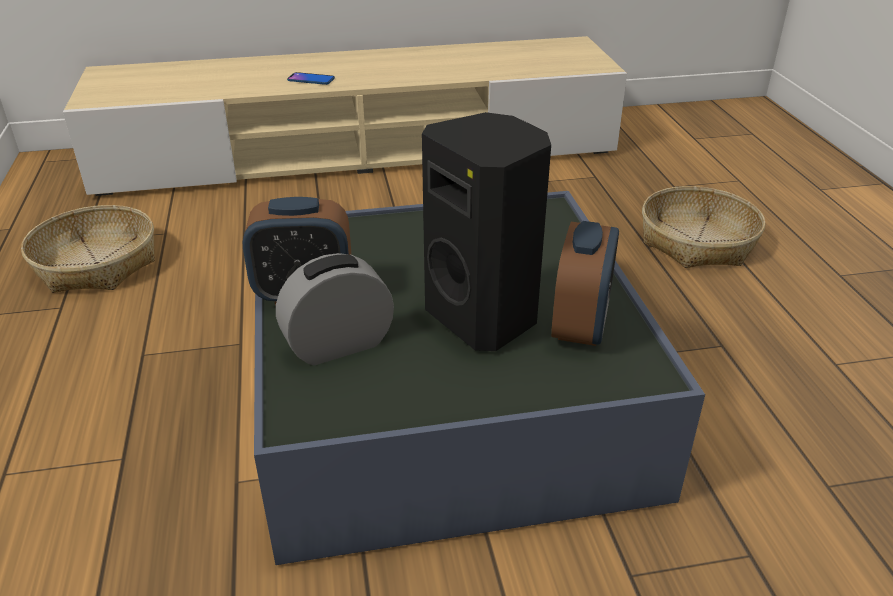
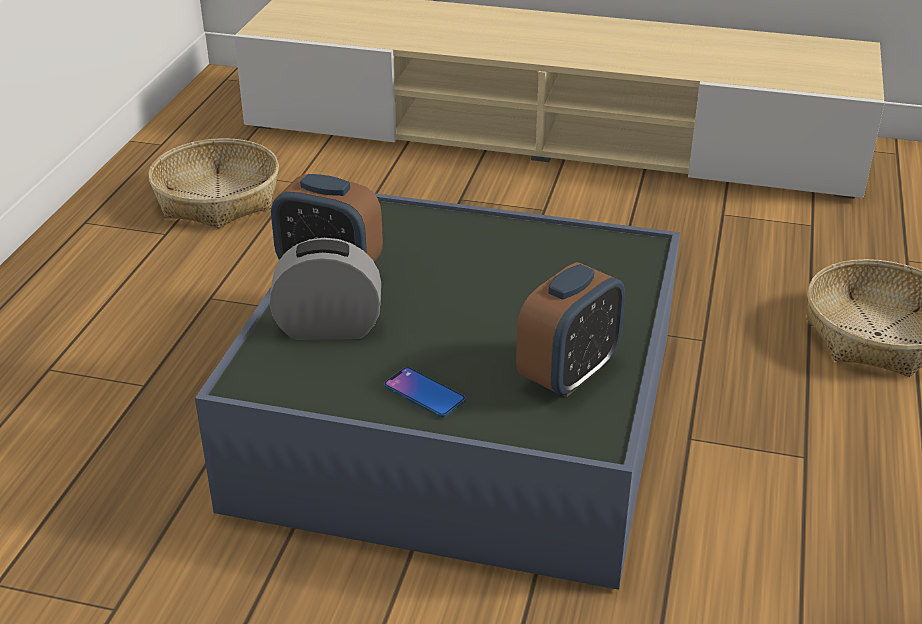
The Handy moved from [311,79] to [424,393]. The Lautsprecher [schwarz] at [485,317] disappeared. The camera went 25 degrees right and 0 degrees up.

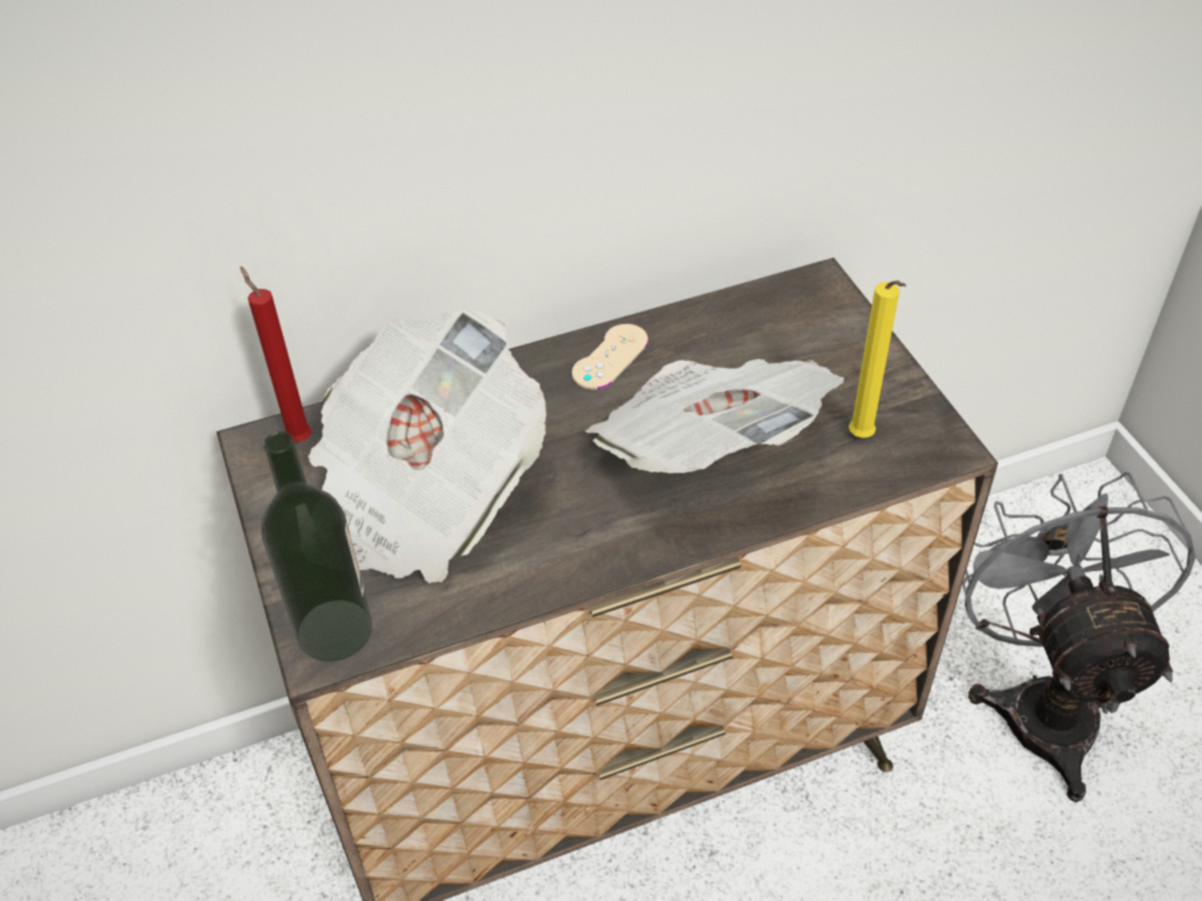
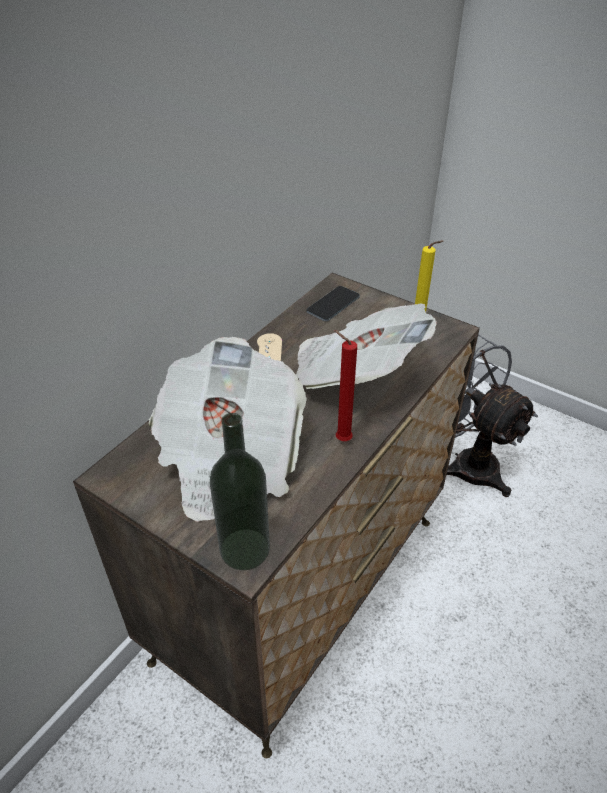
The Kerze [rot] moved from [298,438] to [340,439]. The Handy at [333,304] appeared. The camera went 35 degrees left and 5 degrees down.

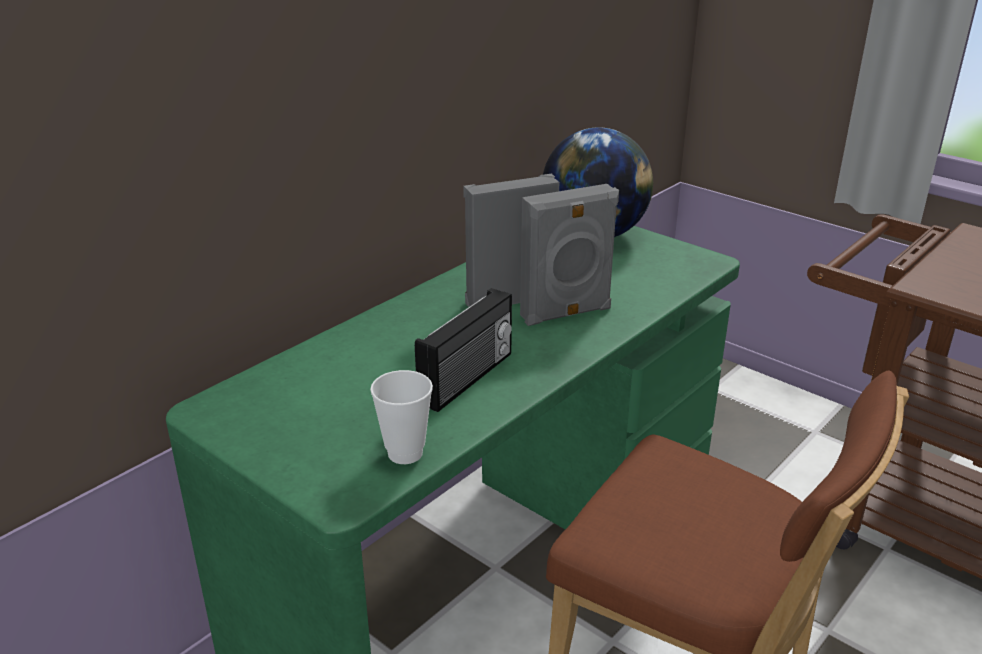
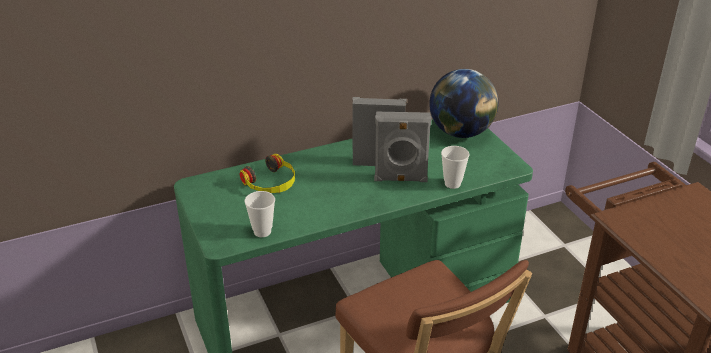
The Radio at [468,378] disappeared. The Tasse at [452,184] appeared. The Kopfhörer at [271,183] appeared. The camera went 25 degrees right and 5 degrees up.

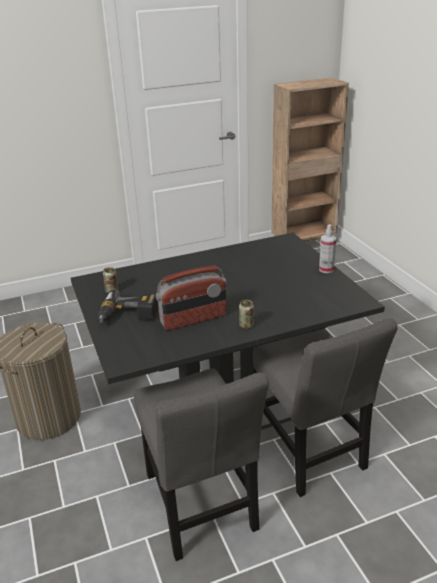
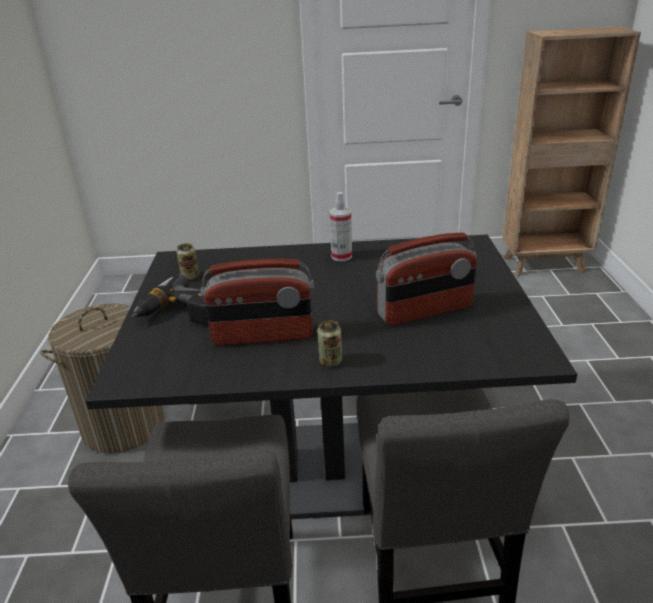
The Sprühflasche moved from [326,269] to [341,256]. The Radio at [425,311] appeared. The camera went 20 degrees right and 0 degrees up.

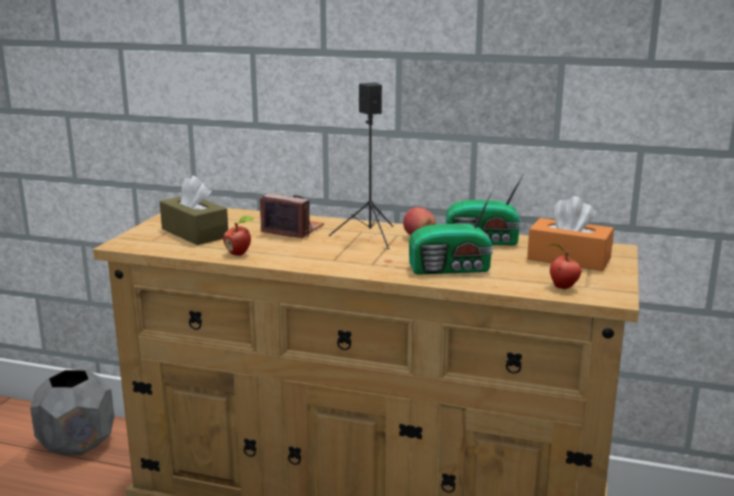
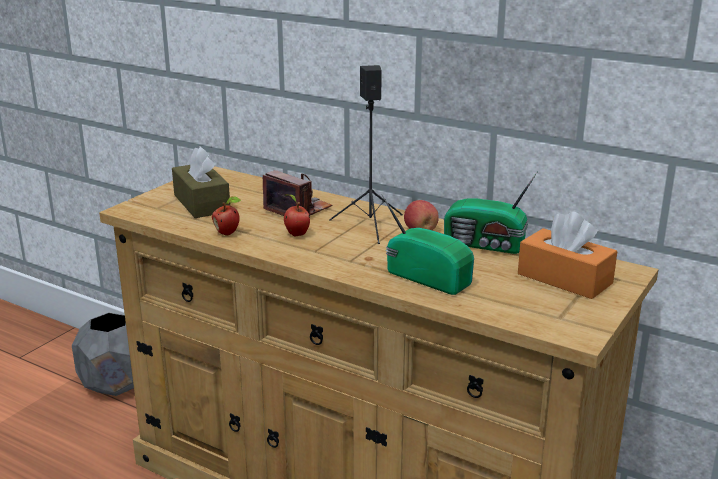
The Radio at [452,269] turned 150 degrees counterclockwise. The Apfel moved from [561,287] to [296,234]. The camera went 15 degrees right and 5 degrees up.

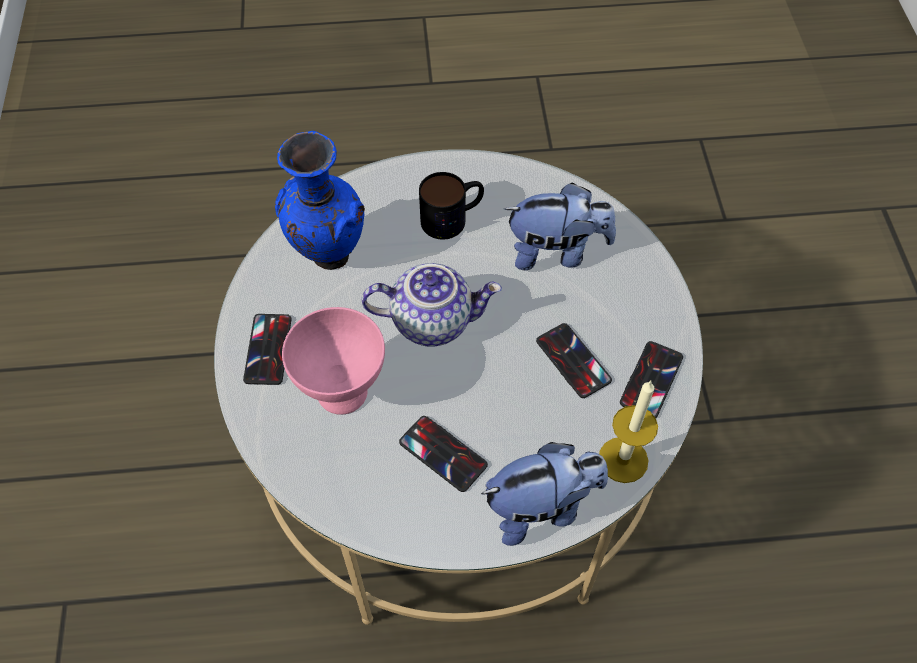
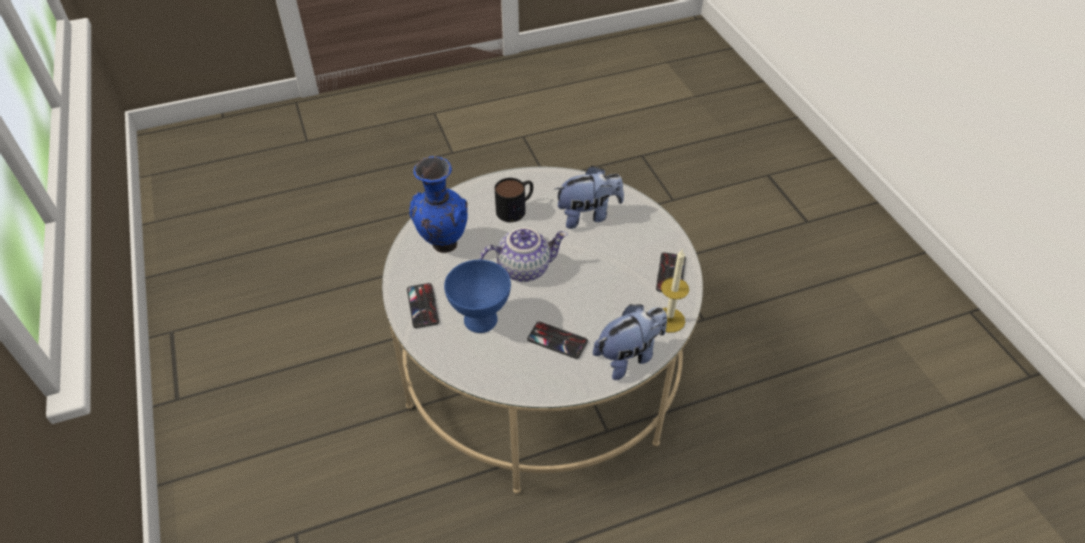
The Schüssel [rosa] at [341,394] became the Schüssel [blau] at [480,321]. The Handy at [573,361] disappeared. The camera went 15 degrees left and 10 degrees down.

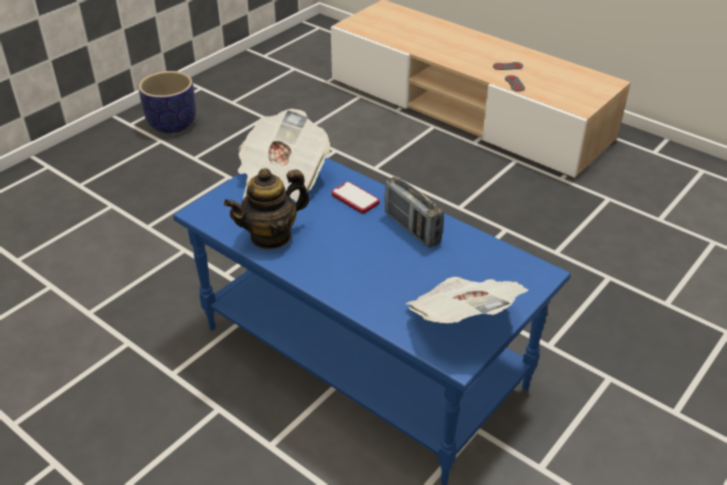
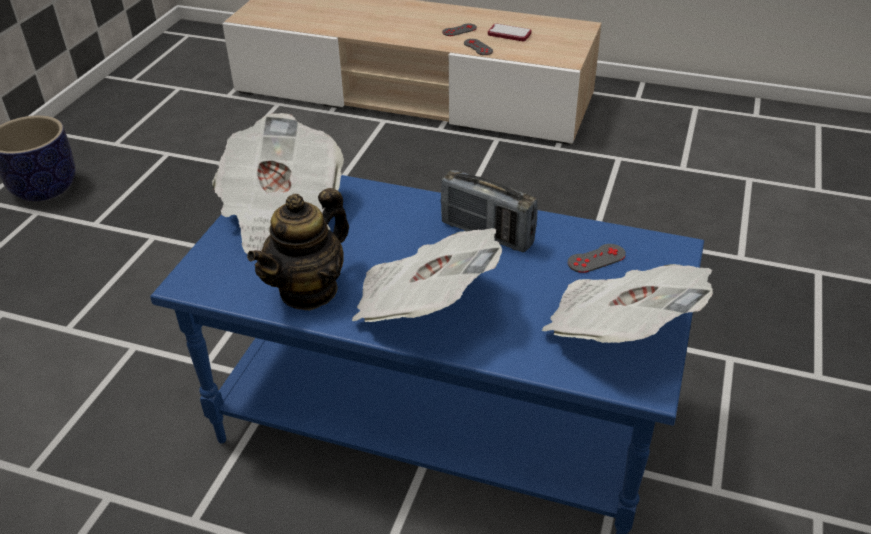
The Handy moved from [355,199] to [509,34]. The Zeitung at [423,305] appeared. The Gamepad [grau] at [596,258] appeared. The camera went 20 degrees left and 0 degrees up.

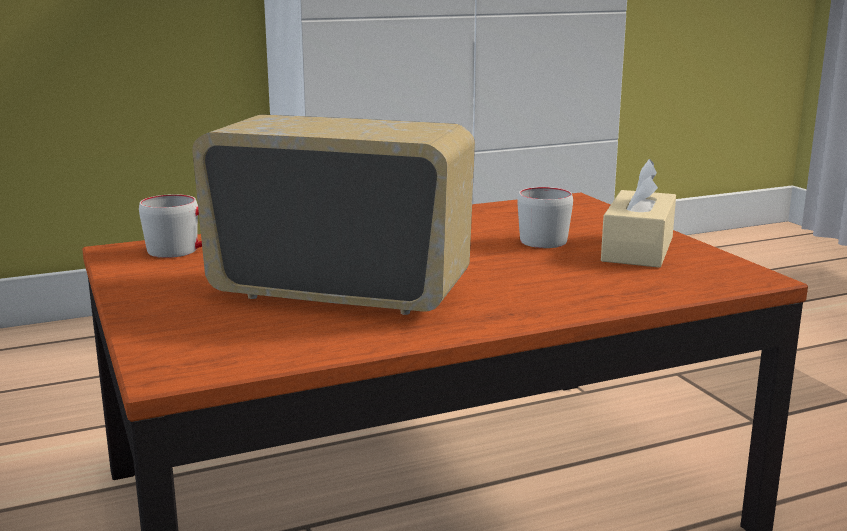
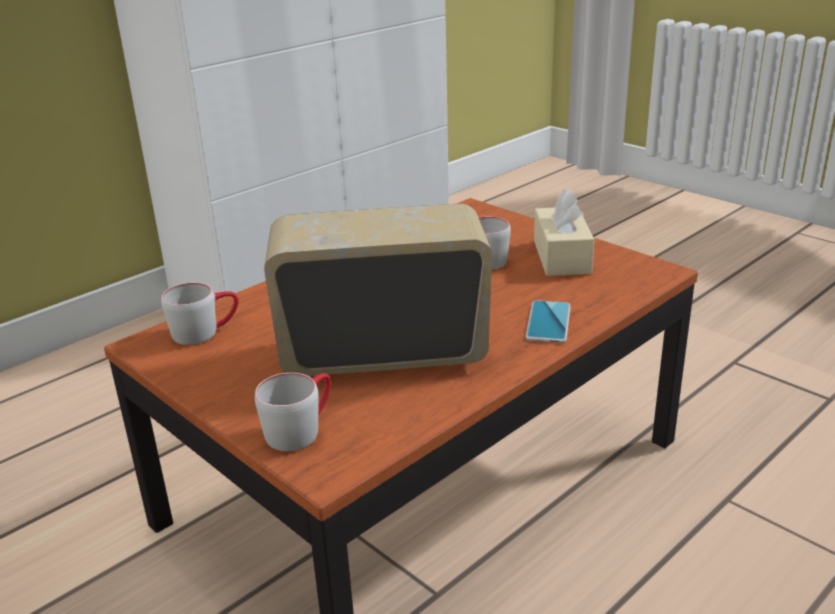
The Handy at [548,322] appeared. The Henkelbecher [grau] at [301,428] appeared. The camera went 20 degrees left and 10 degrees up.

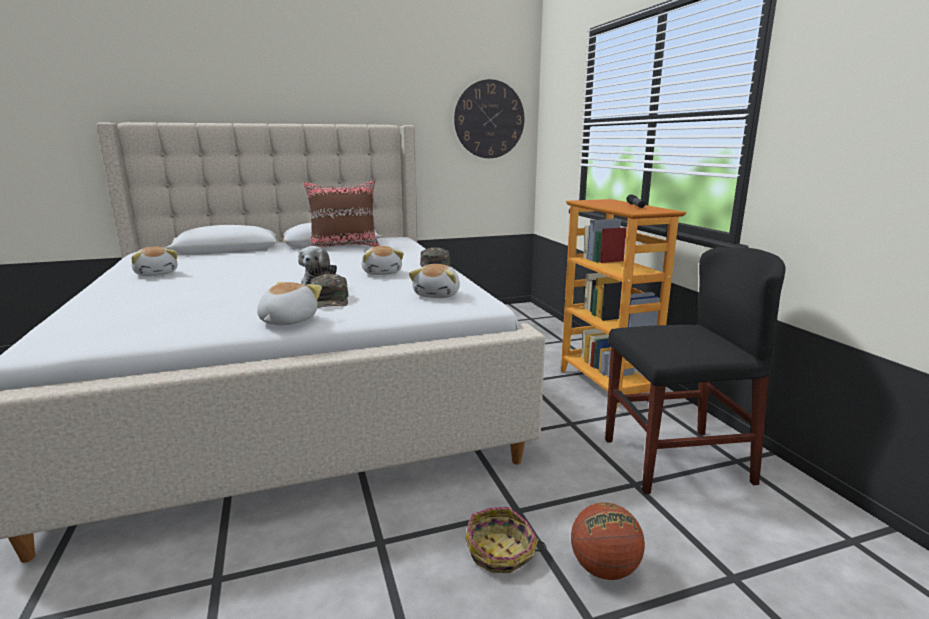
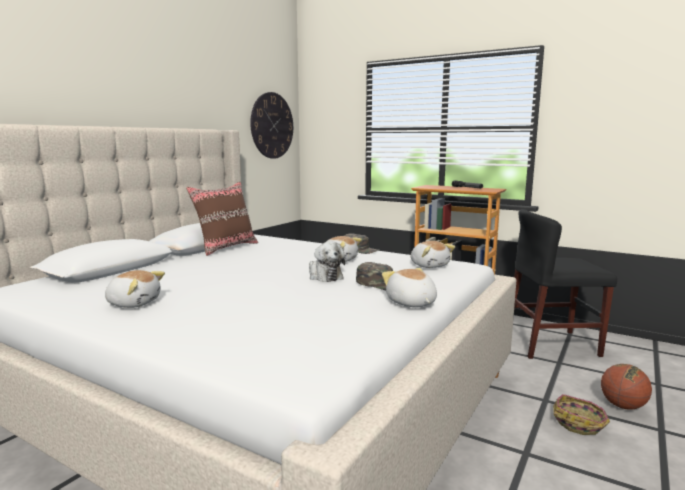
The Stuhl [schwarz] at [676,460] turned 135 degrees counterclockwise. The camera went 40 degrees left and 5 degrees down.

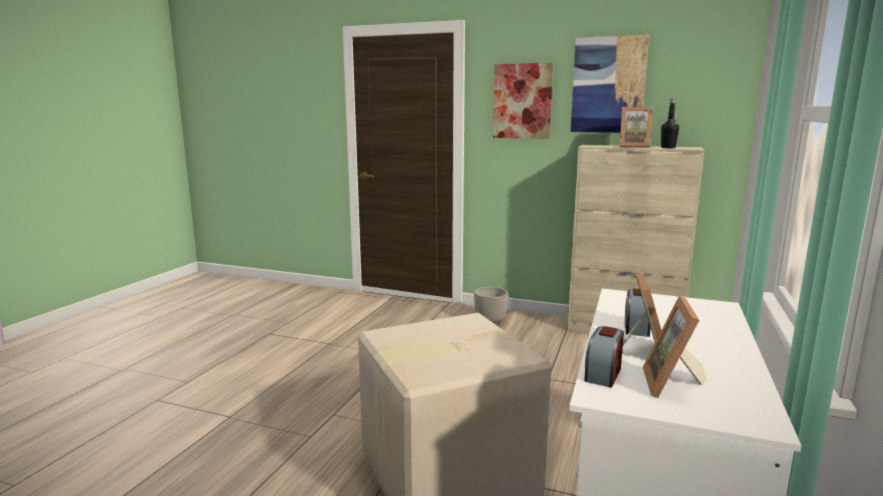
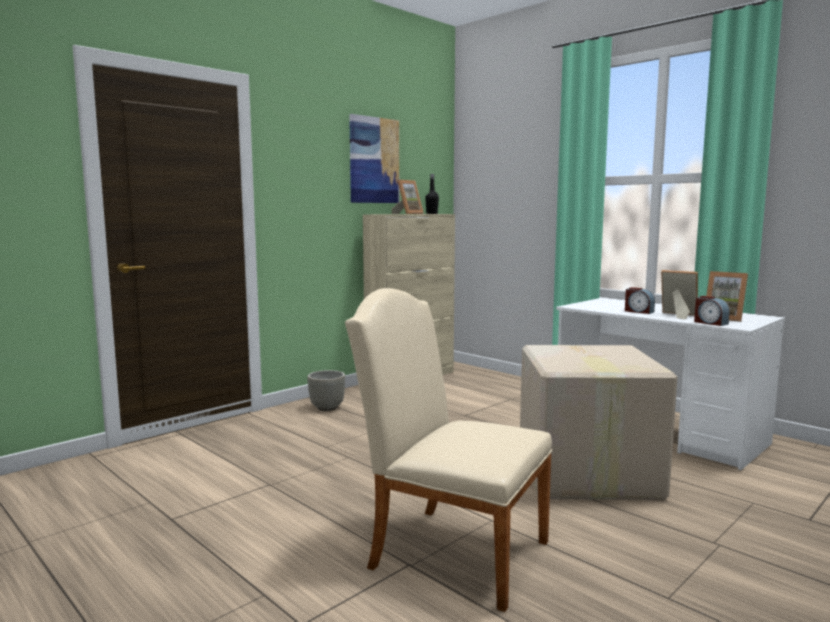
The Bild at [522,101] disappeared. The Stuhl [beige] at [449,550] appeared. The camera went 65 degrees left and 5 degrees down.

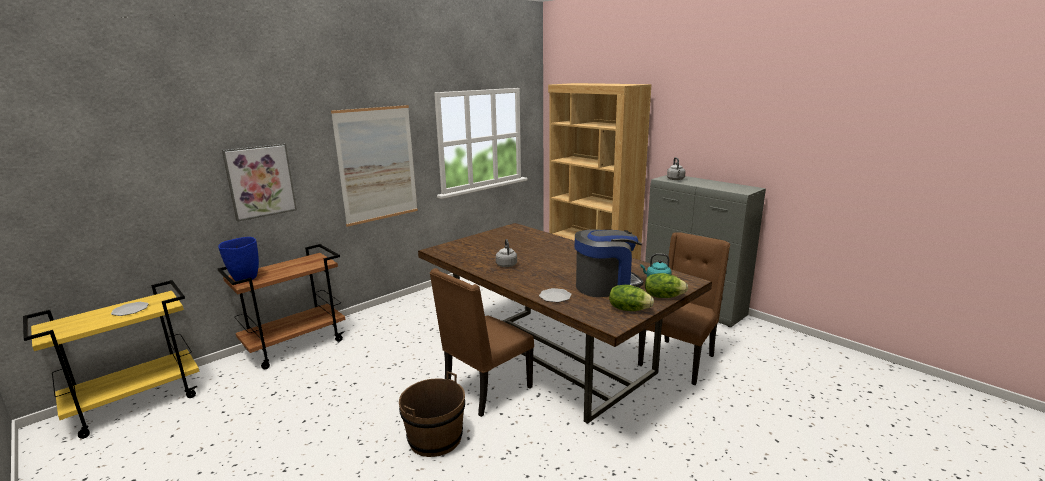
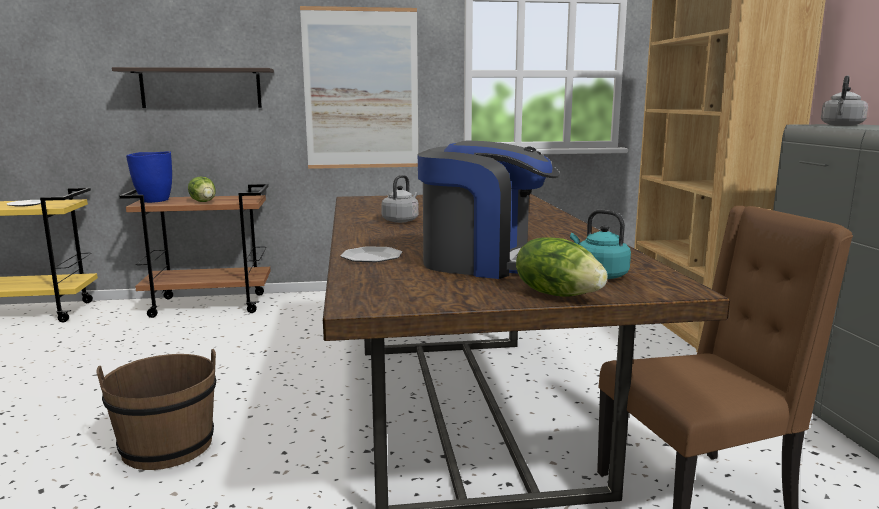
The Bild at [260,181] was replaced by the Wandregal at [201,88]. The Stuhl [braun] at [485,390] disappeared. The Salatkopf moved from [628,309] to [204,201]. The camera went 35 degrees right and 5 degrees down.

